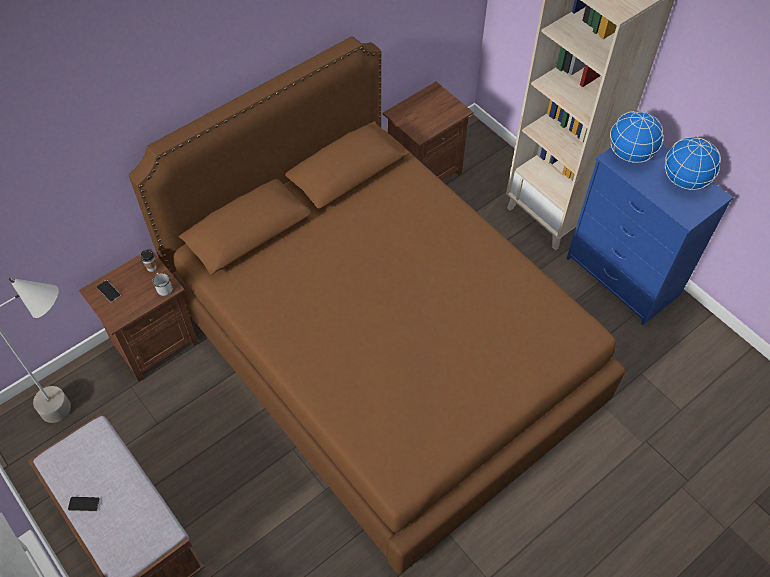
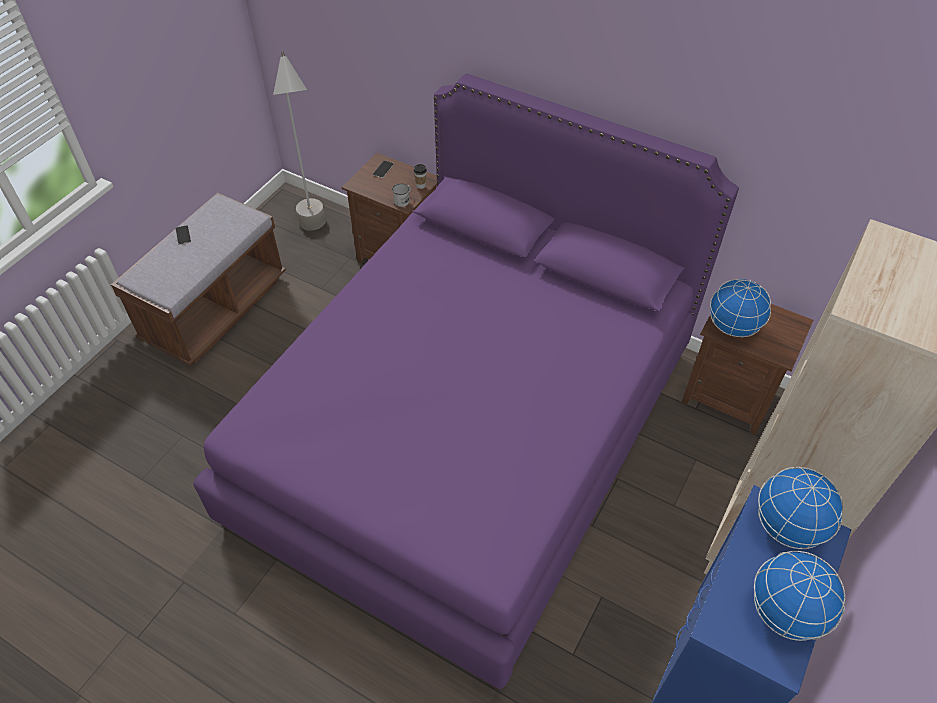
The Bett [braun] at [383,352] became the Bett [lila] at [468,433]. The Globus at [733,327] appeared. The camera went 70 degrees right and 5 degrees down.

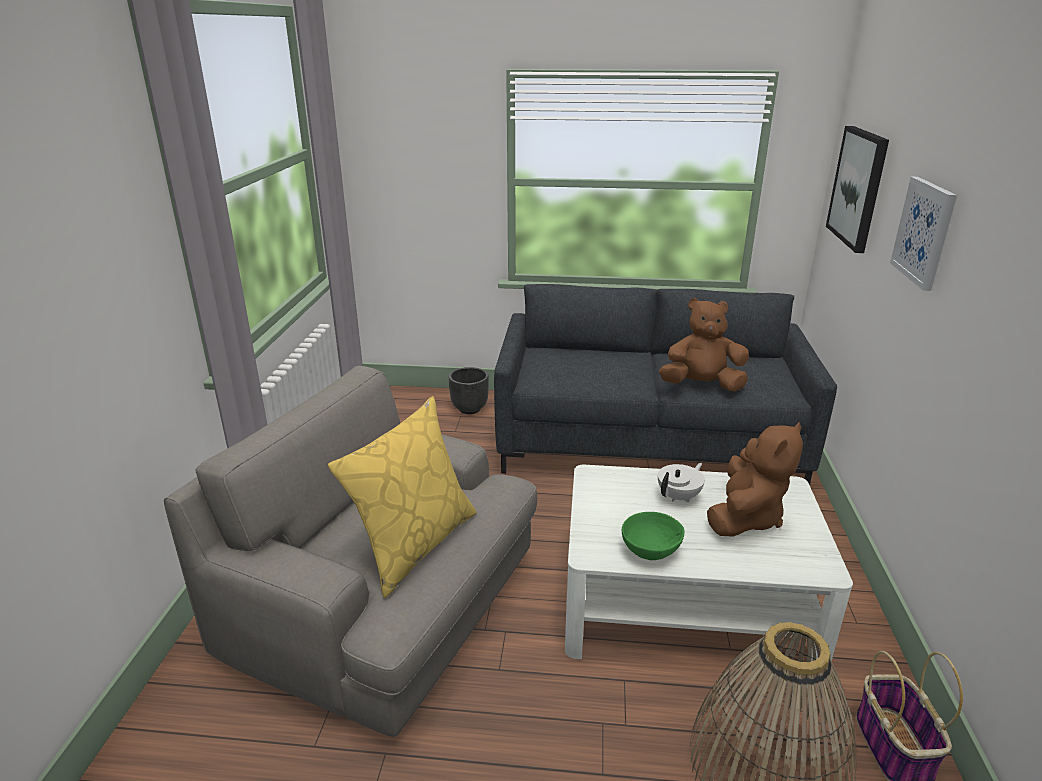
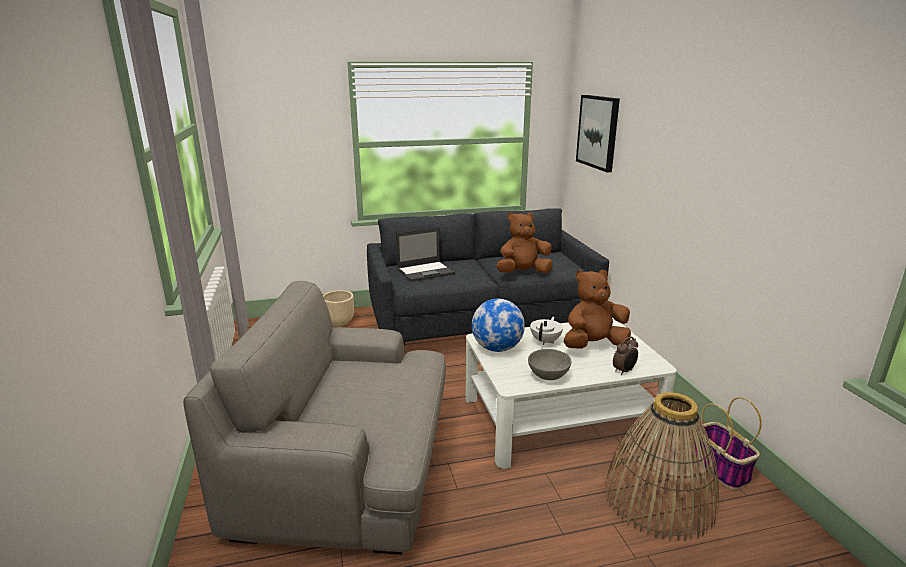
The Bild at [924,232] disappeared. The Pflanzkübel [schwarz] at [470,409] became the Pflanzkübel [beige] at [340,323]. The Kissen [gelb] at [414,544] disappeared. The Plüschtier [braun] at [745,517] turned 120 degrees counterclockwise. The Schüssel [grün] at [651,551] became the Schüssel [grau] at [548,375]. The Laptop at [426,271] appeared. The Globus at [497,348] appeared. The Wecker at [624,371] appeared. The camera went 20 degrees left and 5 degrees down.

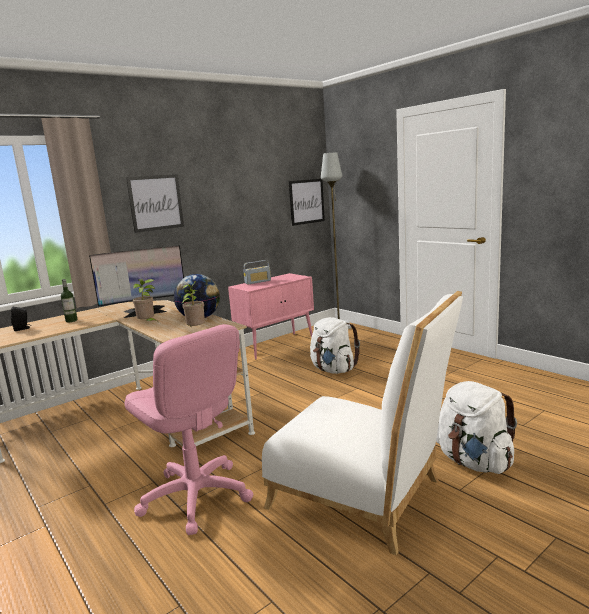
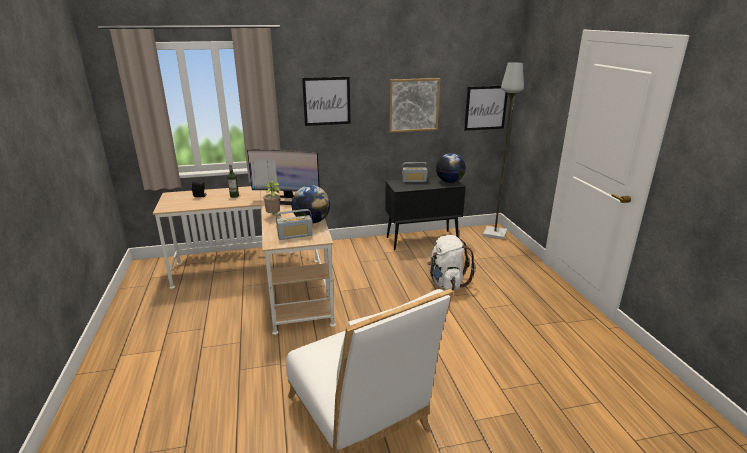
The Schrank [rosa] at [276,345] became the Schrank [schwarz] at [422,240]. The Topfpflanze at [196,330] was replaced by the Radio at [295,235]. The Bürostuhl [rosa] at [195,497] disappeared. The Rucksack [weiß] at [474,462] disappeared. The Bild at [413,105] appeared. The Globus at [449,182] appeared. The camera went 25 degrees right and 10 degrees up.

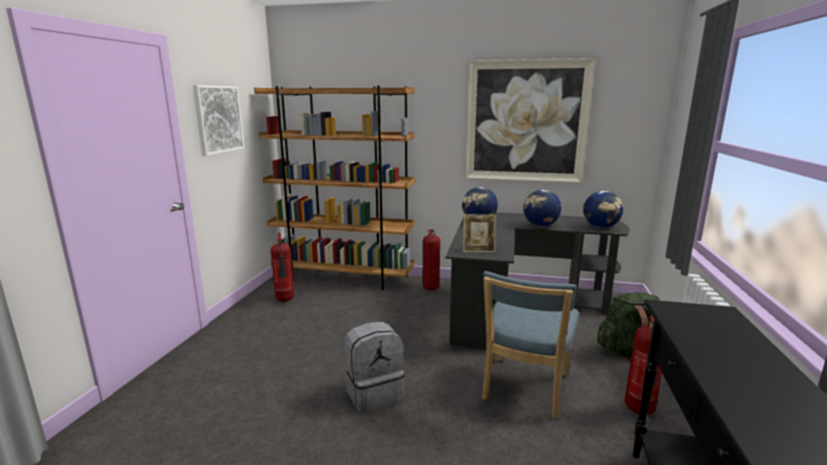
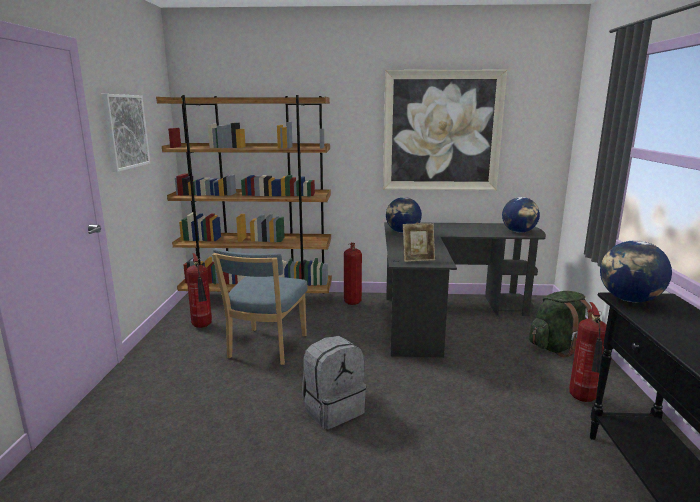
The Globus moved from [540,225] to [629,300]. The Stuhl [blau] moved from [524,389] to [265,348]. The camera went 10 degrees left and 0 degrees up.

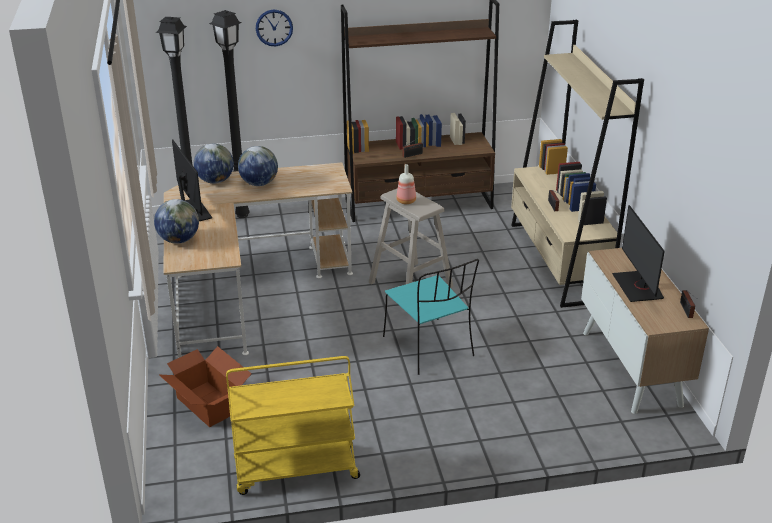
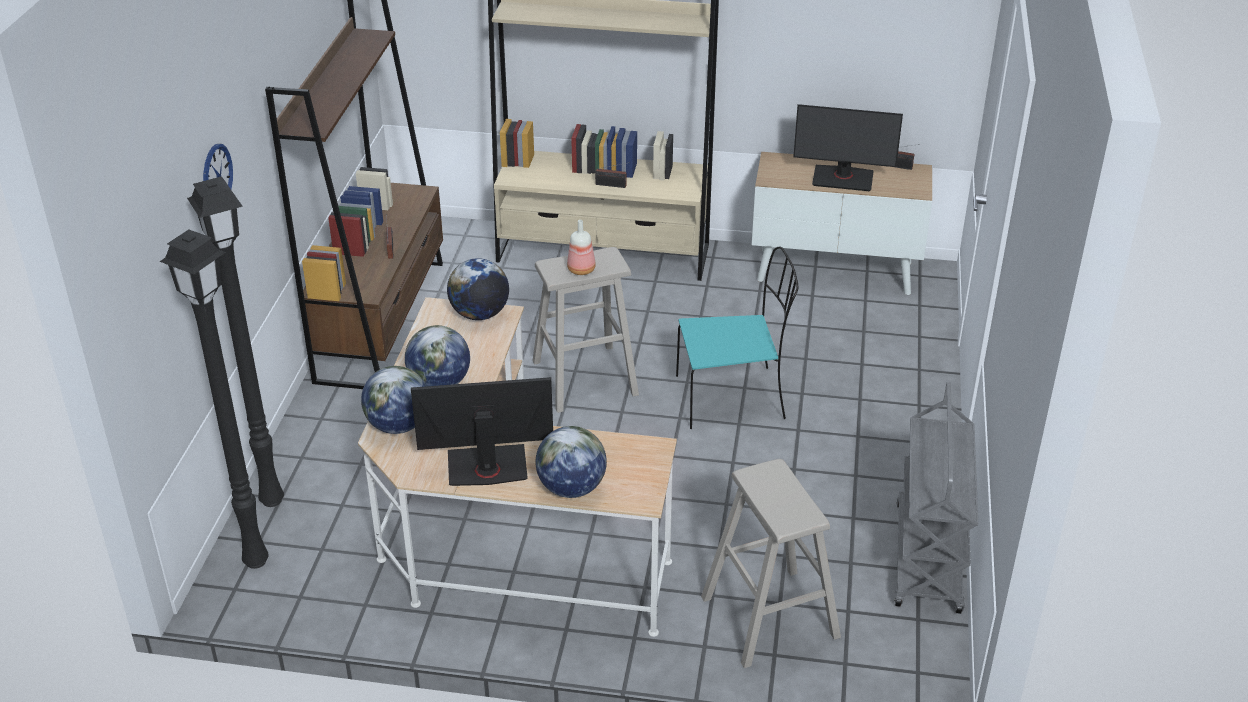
The Karton at [208,404] was replaced by the Hocker [beige] at [770,617]. The Rollwagen [gelb] at [295,470] became the Rollwagen [grau] at [928,559]. The Globus at [479,314] appeared. The camera went 70 degrees left and 5 degrees up.

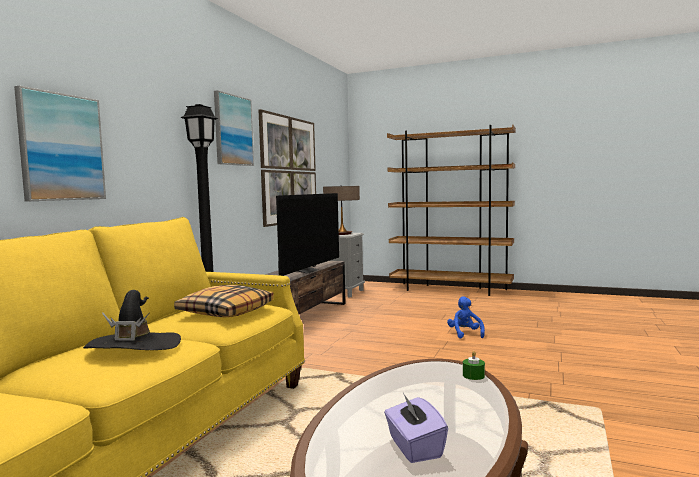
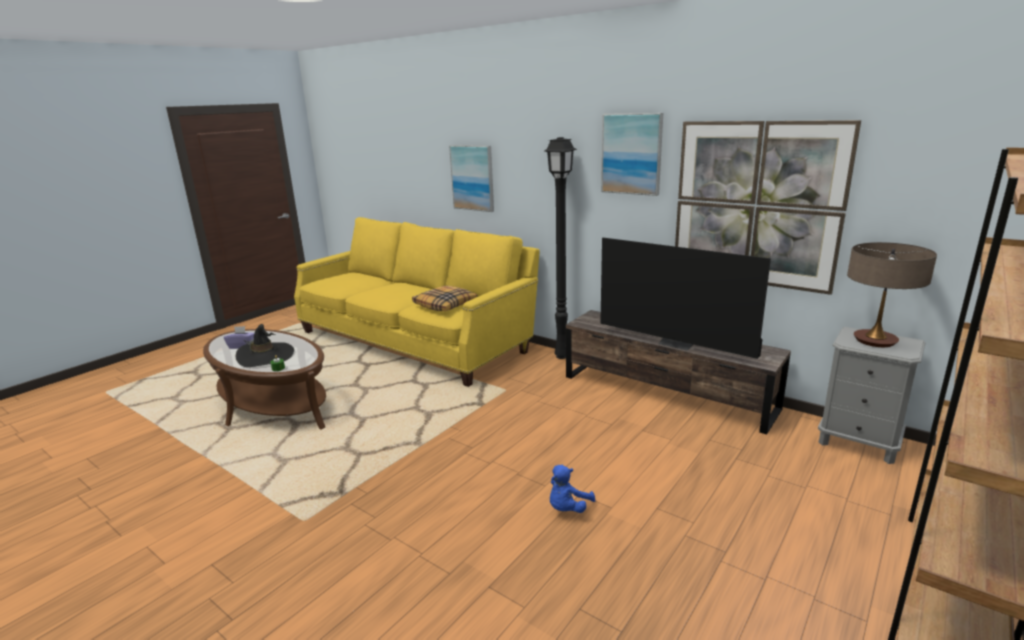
The Hut [schwarz] moved from [134,347] to [266,356]. The Plüschtier [blau] at [465,334] turned 120 degrees clockwise. The camera went 105 degrees right and 15 degrees up.

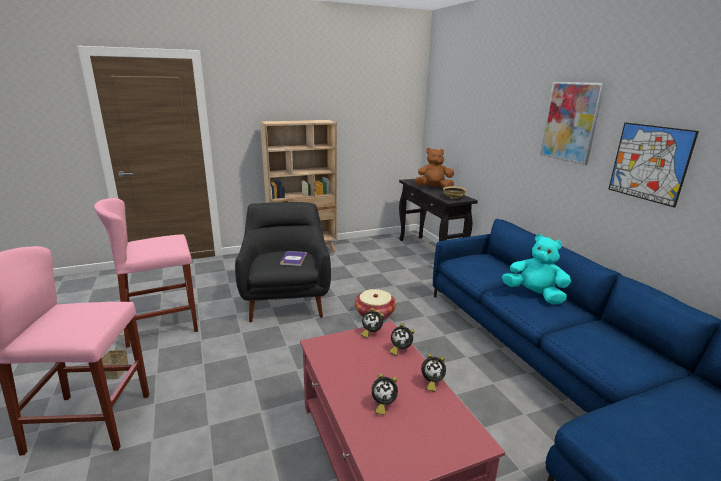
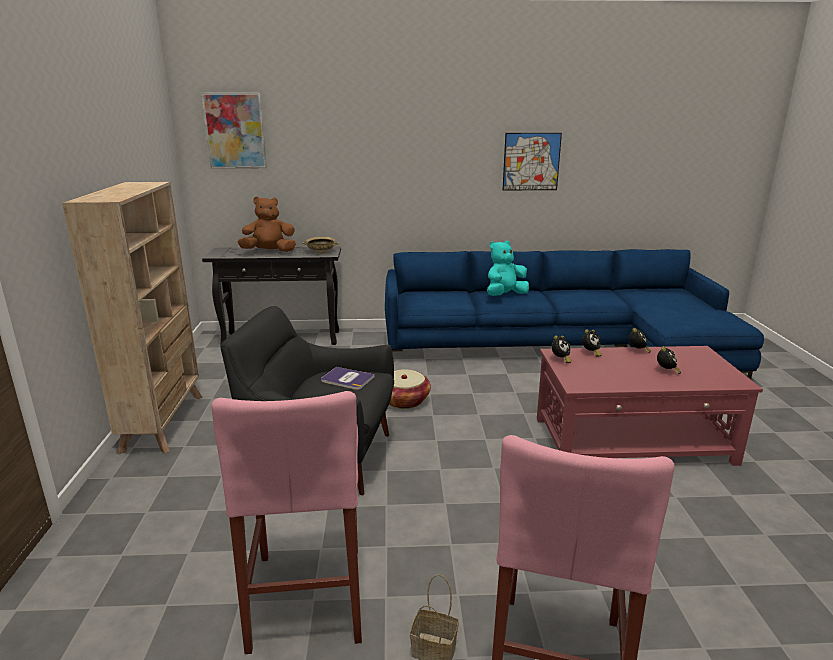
The Bild moved from [570,122] to [235,131]. The Plüschtier [braun] at [433,188] turned 60 degrees clockwise. The camera went 70 degrees left and 0 degrees up.

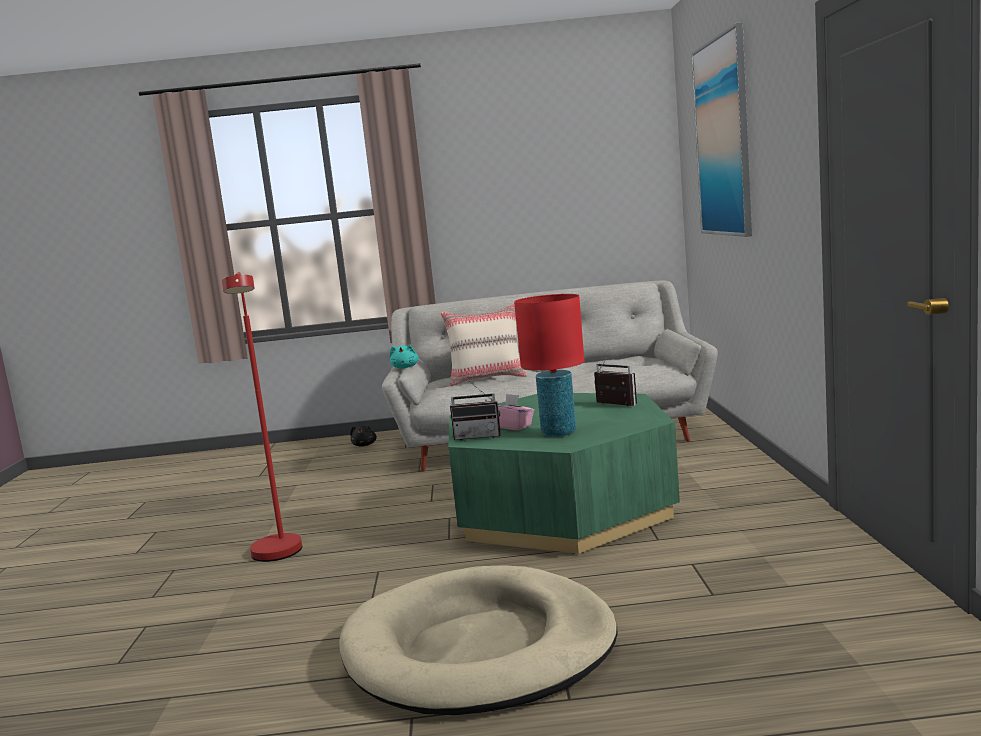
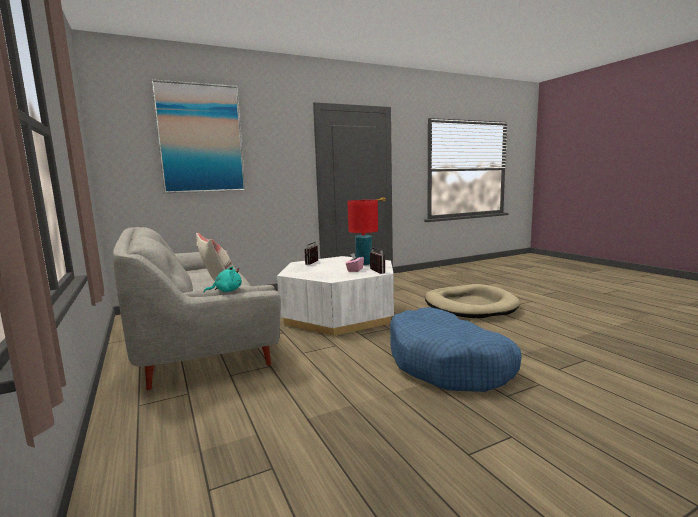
The Stehlampe [rot] at [279,556] was replaced by the Hundebett [blau] at [448,364]. The Couchtisch [grün] at [563,509] became the Couchtisch [weiß] at [339,314]. The Plüschtier [schwarz] at [364,445] disappeared. The camera went 115 degrees left and 0 degrees up.

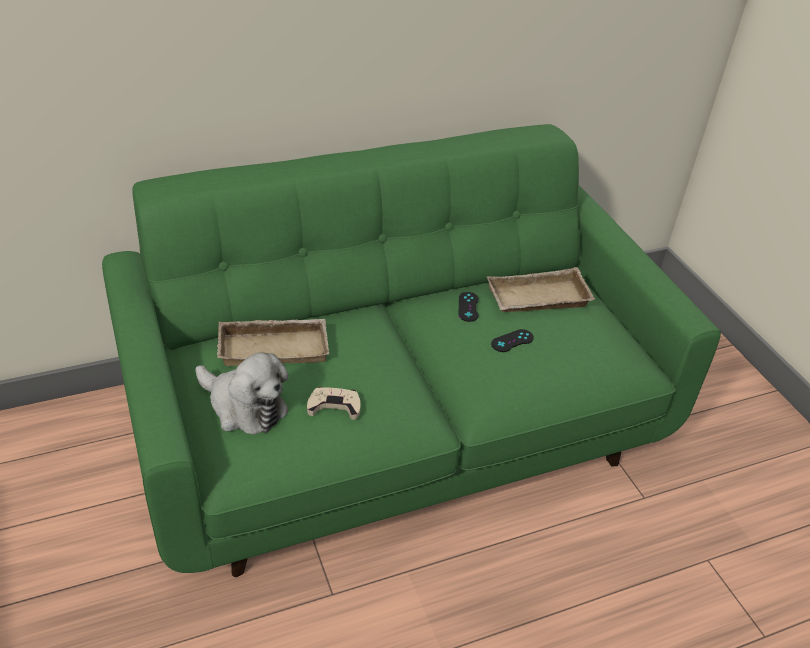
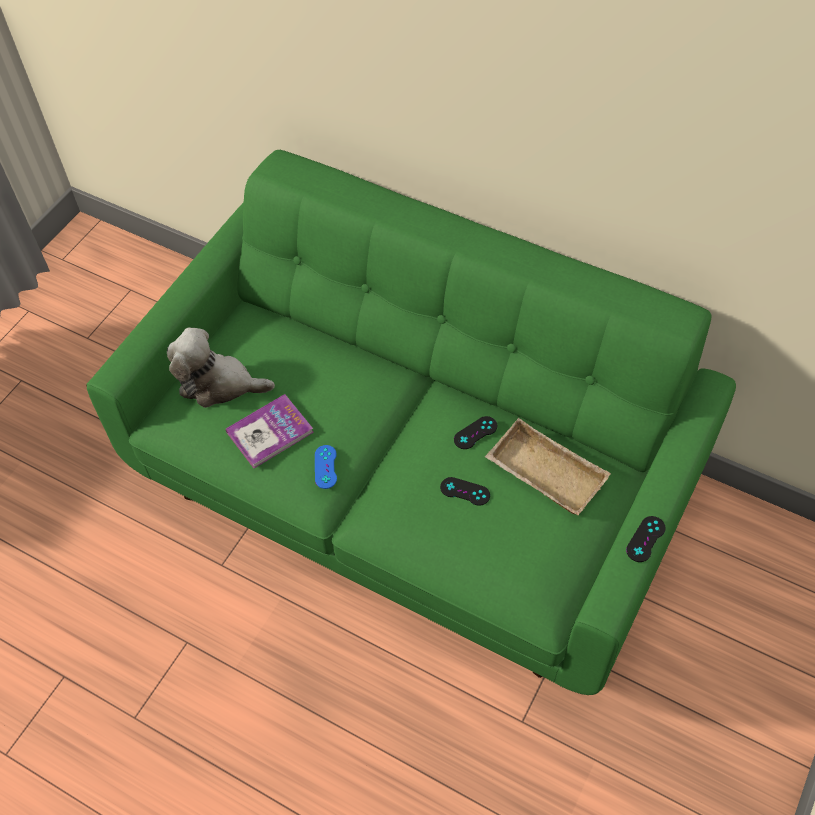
The Tablett [beige] at [275,346] disappeared. The Plüschtier at [244,406] turned 105 degrees clockwise. The Gamepad [beige] at [334,406] was replaced by the Buch at [270,432]. The Gamepad [blau] at [325,467] appeared. The Gamepad [schwarz] at [645,539] appeared. The camera went 55 degrees right and 15 degrees up.

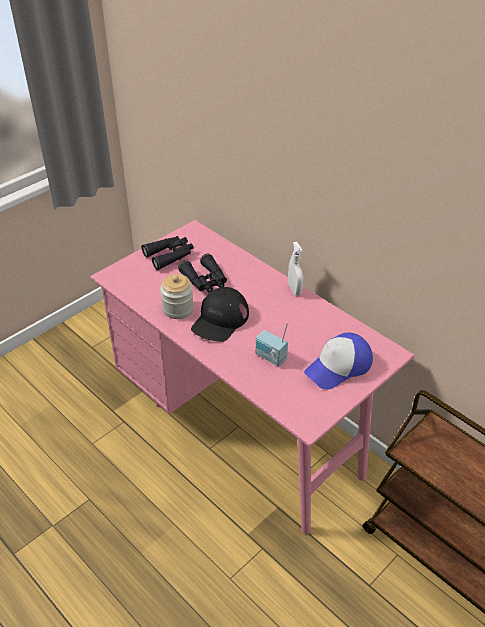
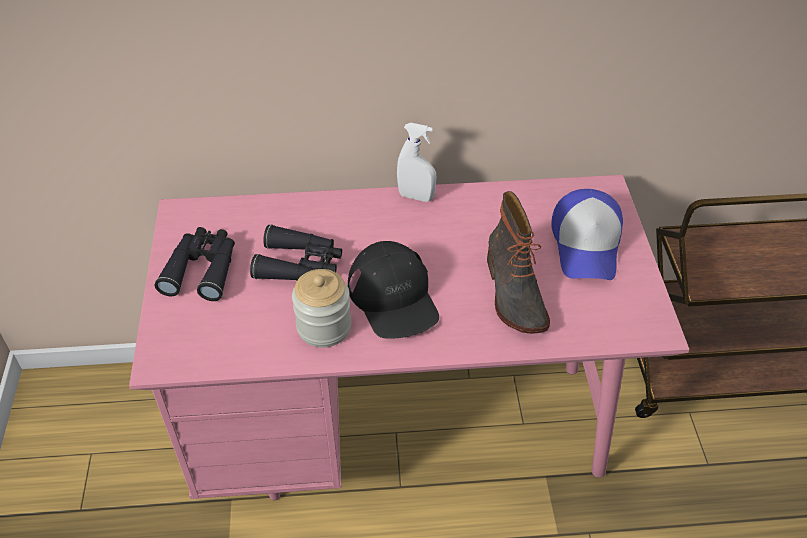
The Radio at [270,358] was replaced by the Stiefel at [513,293]. The camera went 50 degrees left and 5 degrees up.

